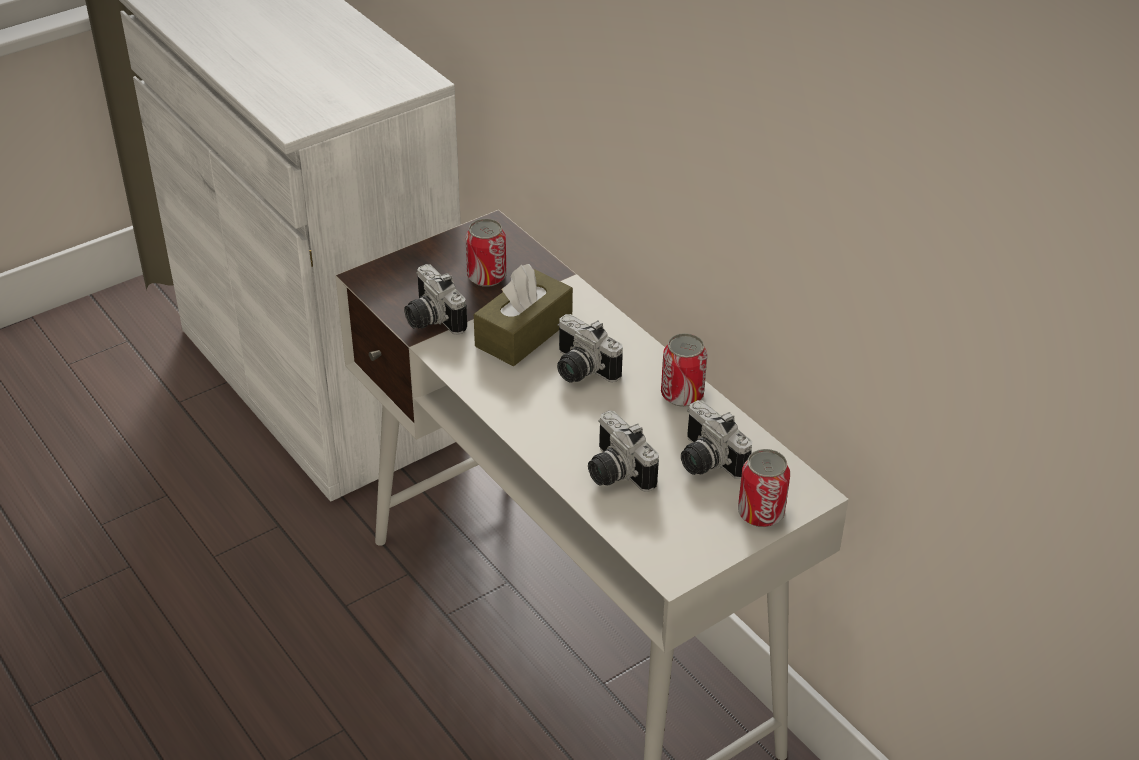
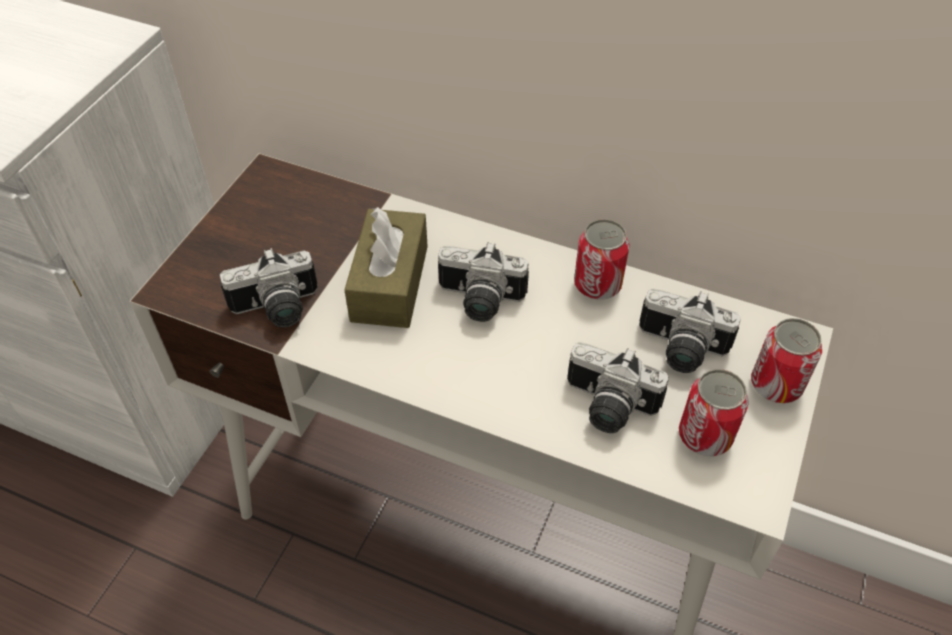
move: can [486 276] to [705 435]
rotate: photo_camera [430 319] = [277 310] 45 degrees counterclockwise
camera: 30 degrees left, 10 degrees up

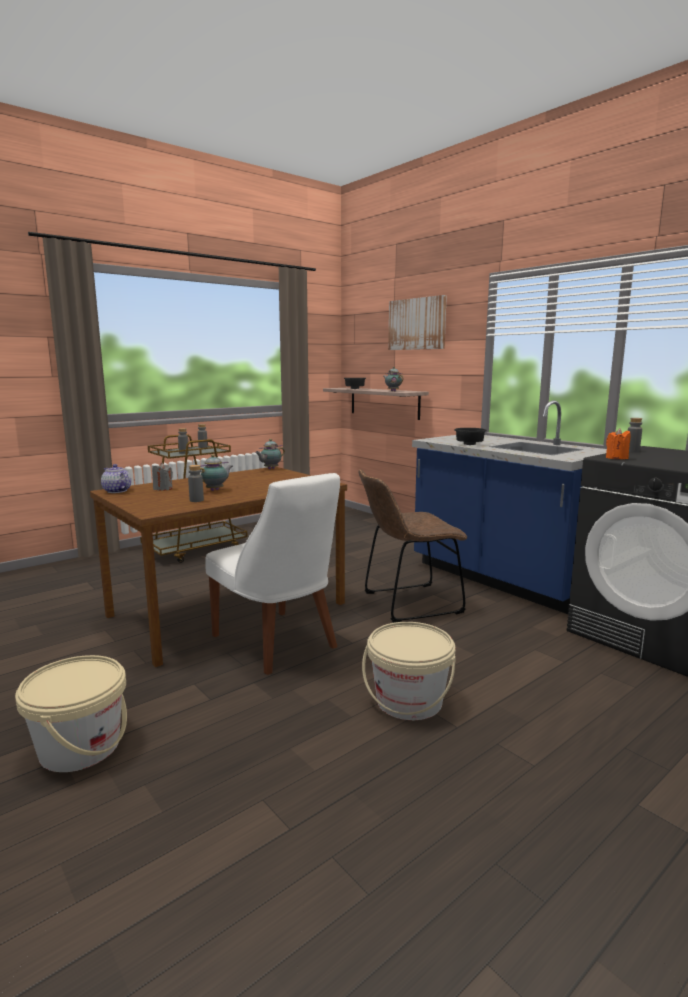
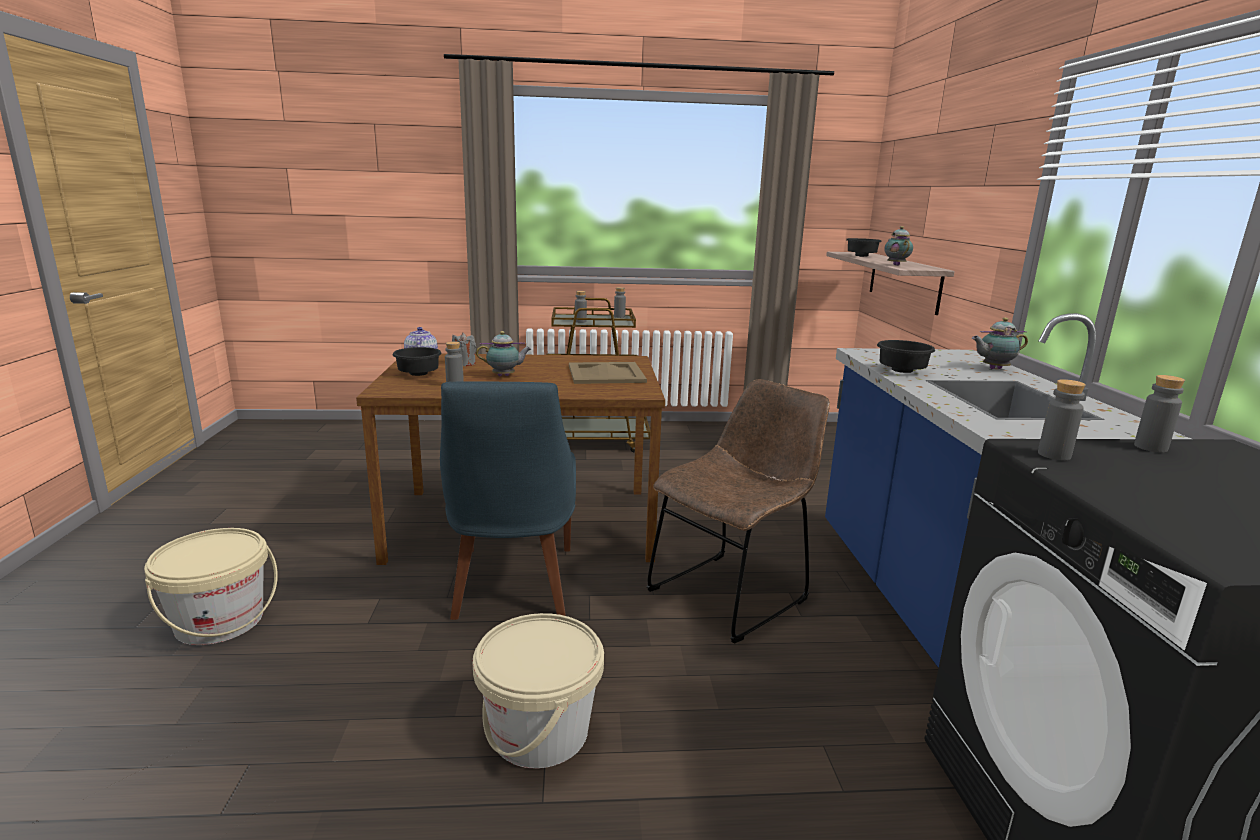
delete: picture [417 324]
insert: black_bowl [418 374]; beige_tray [606 374]
move: teapot [270 469] to [993 368]
replace: orange_candle [616 458] to grey_bottle [1054 455]
recolor: white_chair [277 643] to blue_chair [512 585]
rotate: brown_chair [407 603] = [732 592] 120 degrees clockwise
camera: 35 degrees right, 5 degrees up

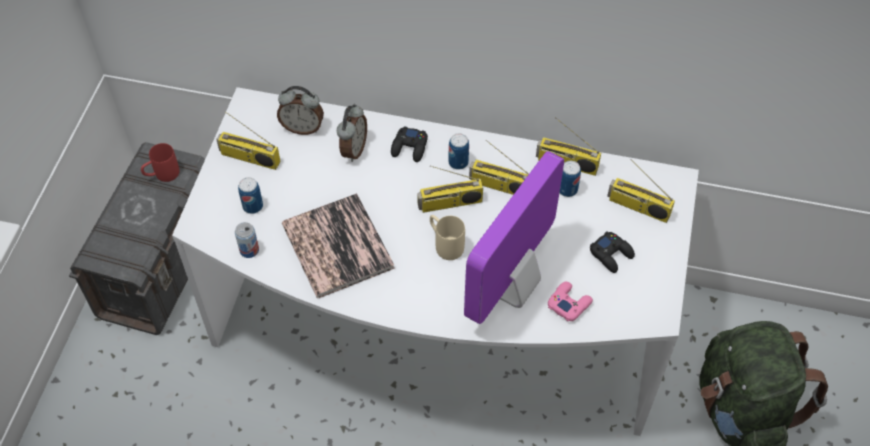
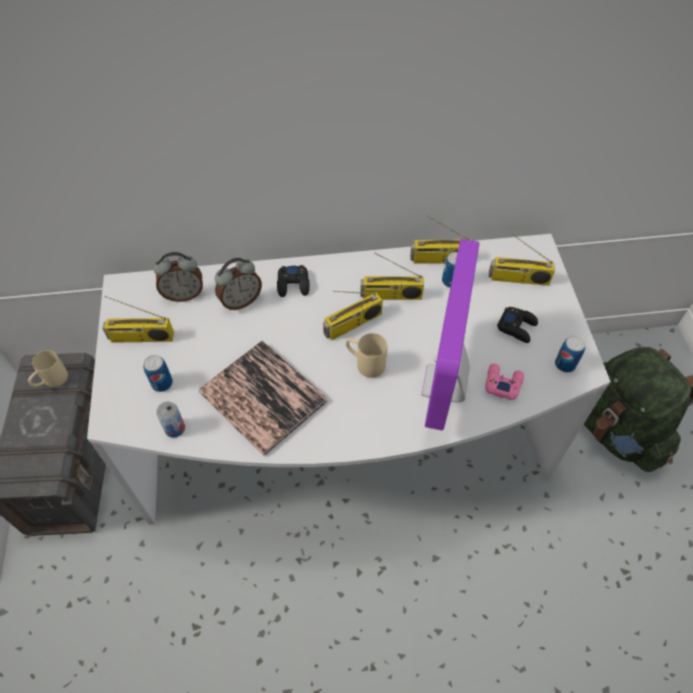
move: can [458 162] to [565 364]
recolor: red_mug [162 175] to beige_mug [51 381]
rotate: alarm_clock [353 149] = [241 301] 60 degrees clockwise
camera: 20 degrees left, 0 degrees up

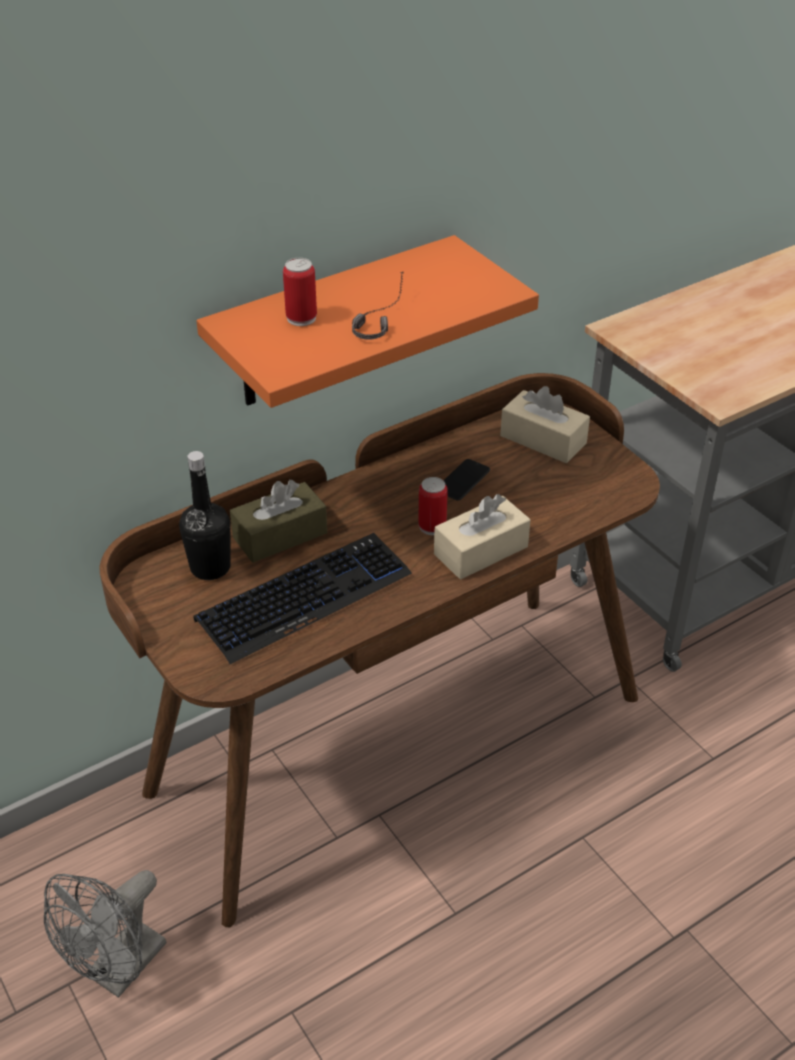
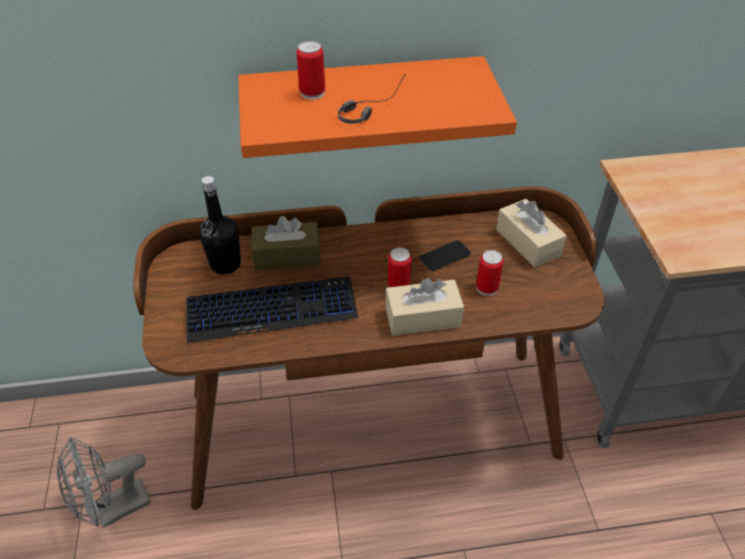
insert: can [487 288]
camera: 25 degrees right, 5 degrees up

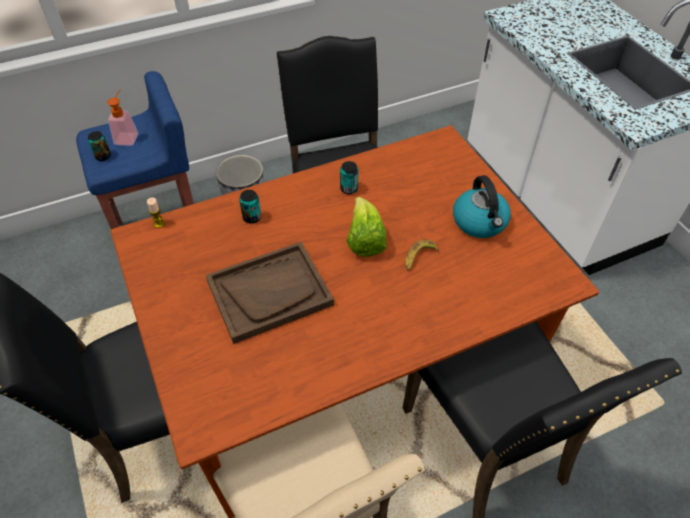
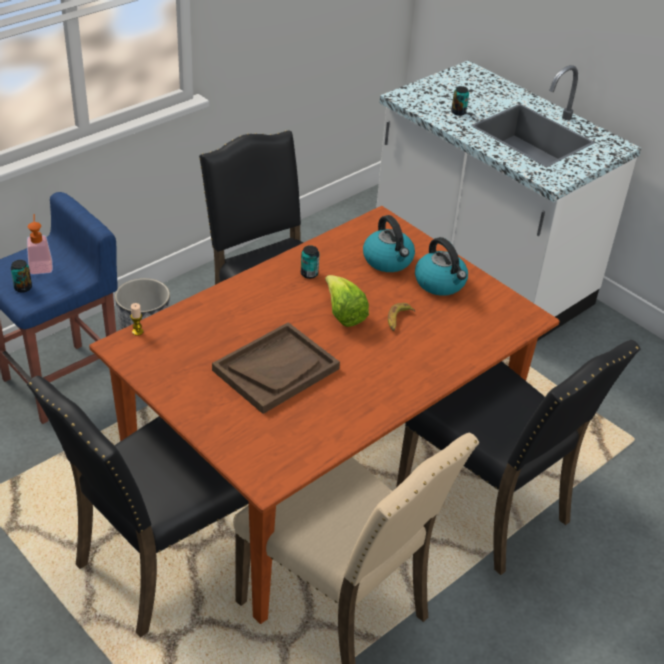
insert: kettle [388 260]
move: can [252 217] to [458 112]
camera: 20 degrees left, 10 degrees down

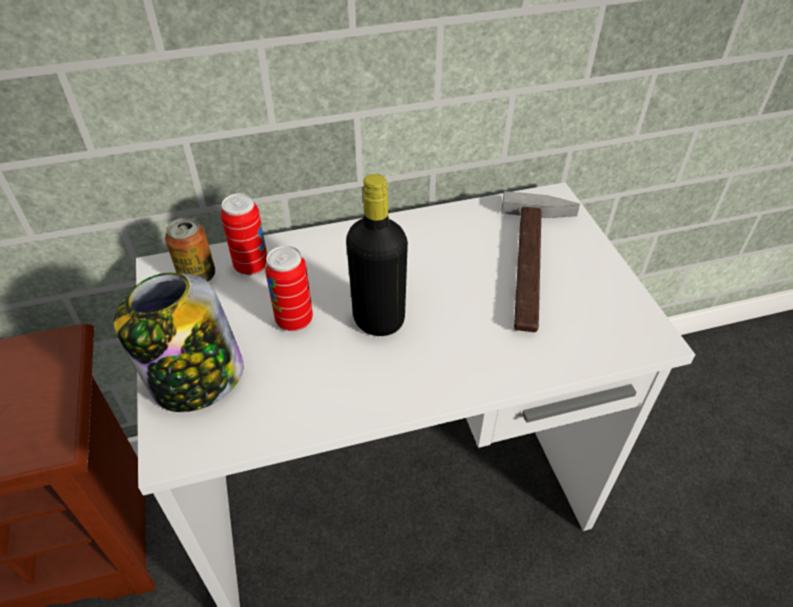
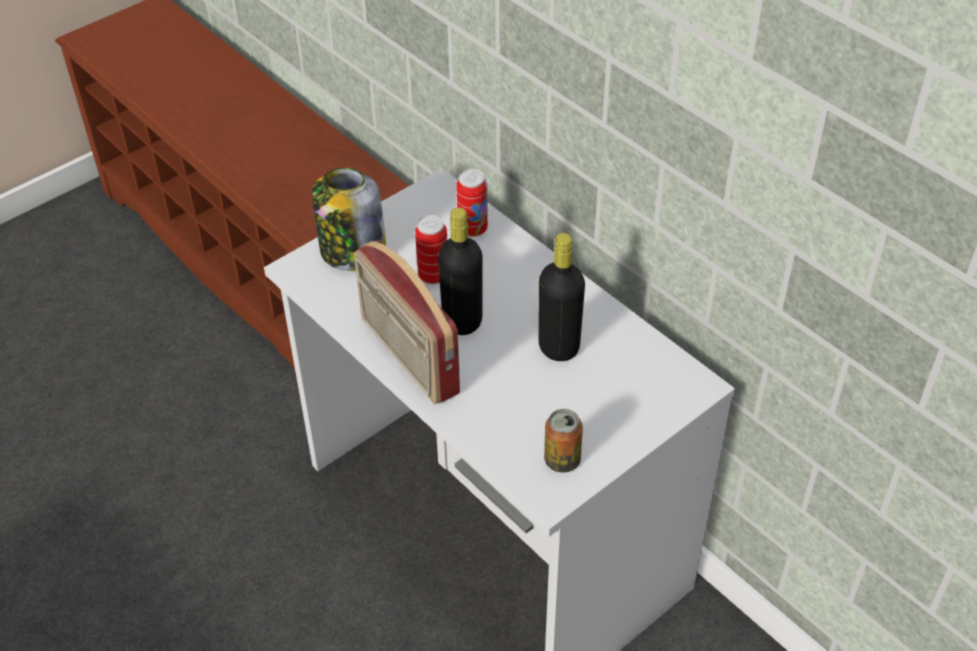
delete: hammer [537 264]
insert: radio [407 357]; black_bottle [559 347]
move: can [197 276] to [562 460]
camera: 65 degrees right, 0 degrees up

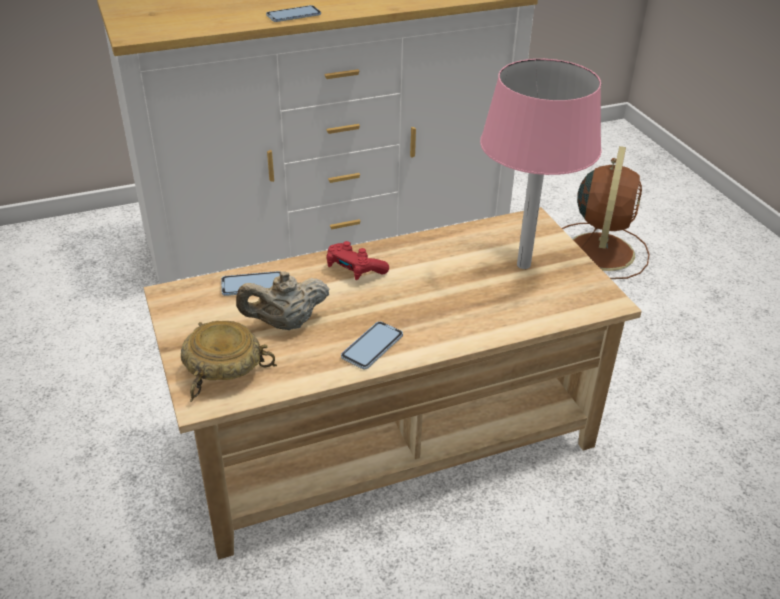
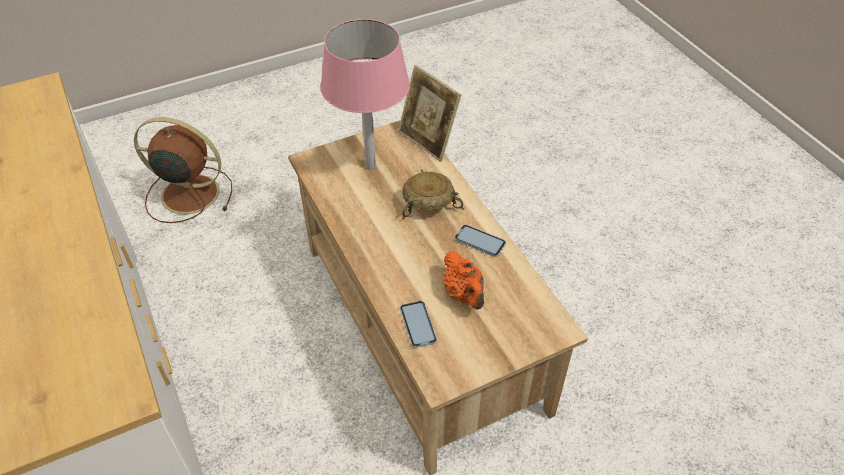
delete: phone [293 15]; red_game_controller [354 270]
insert: picture_frame [428 141]
move: beige_bowl [221 371] to [429 204]
recolor: beige_teapot [285 323] to orange_teapot [464 294]
camera: 95 degrees left, 10 degrees up

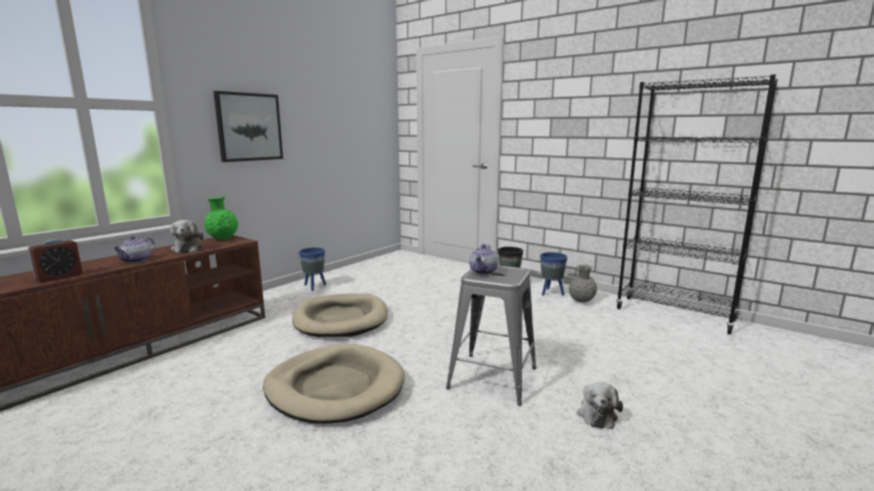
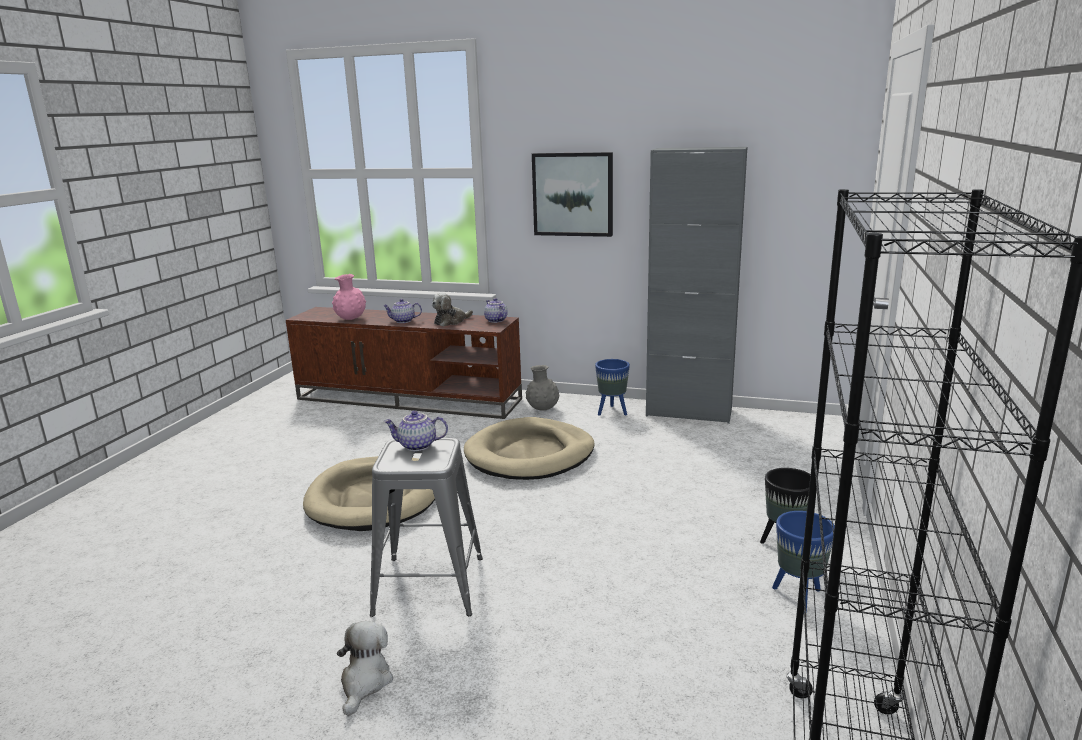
insert: grey_cabinet [689 413]
move: grey_vase [581 301] to [542 409]
replace: alarm_clock [59 277] to pink_vase [351 319]; green_vase [222 239] to teapot [495 320]
rotate: plush_toy [597 414] = [365 682] 105 degrees clockwise
camera: 70 degrees right, 5 degrees up

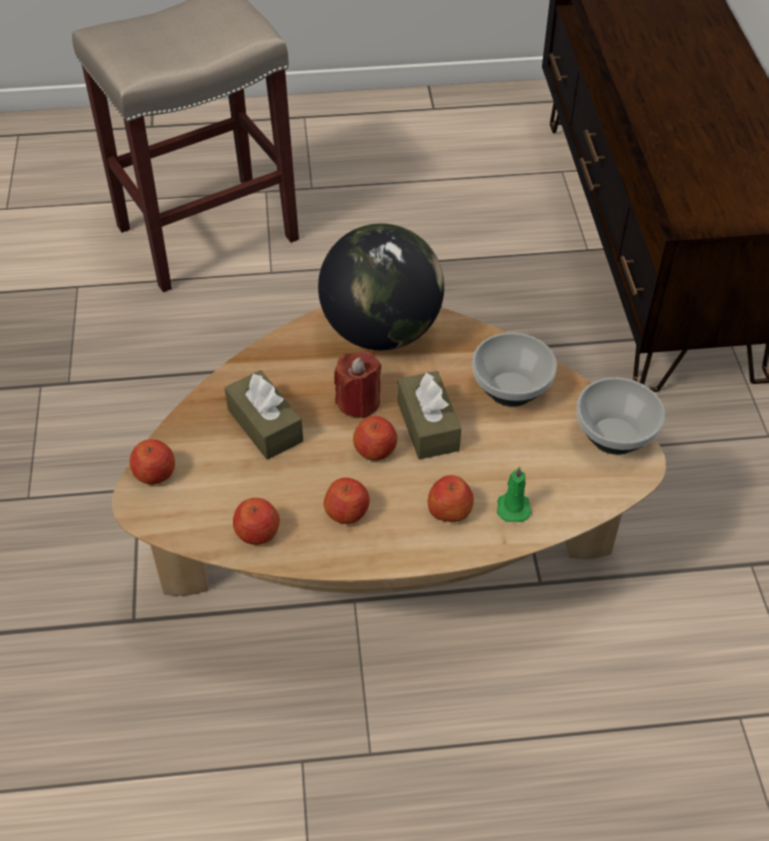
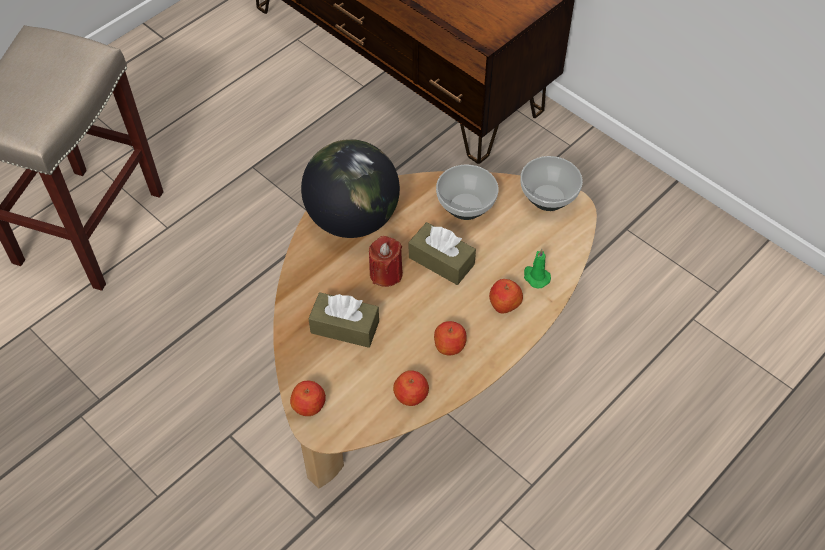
delete: apple [375 450]
camera: 40 degrees left, 5 degrees up

